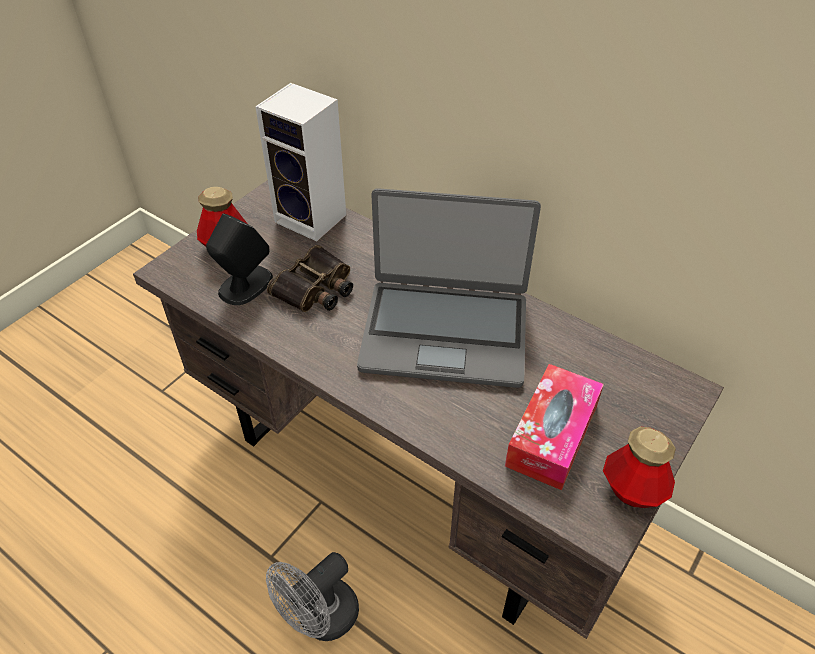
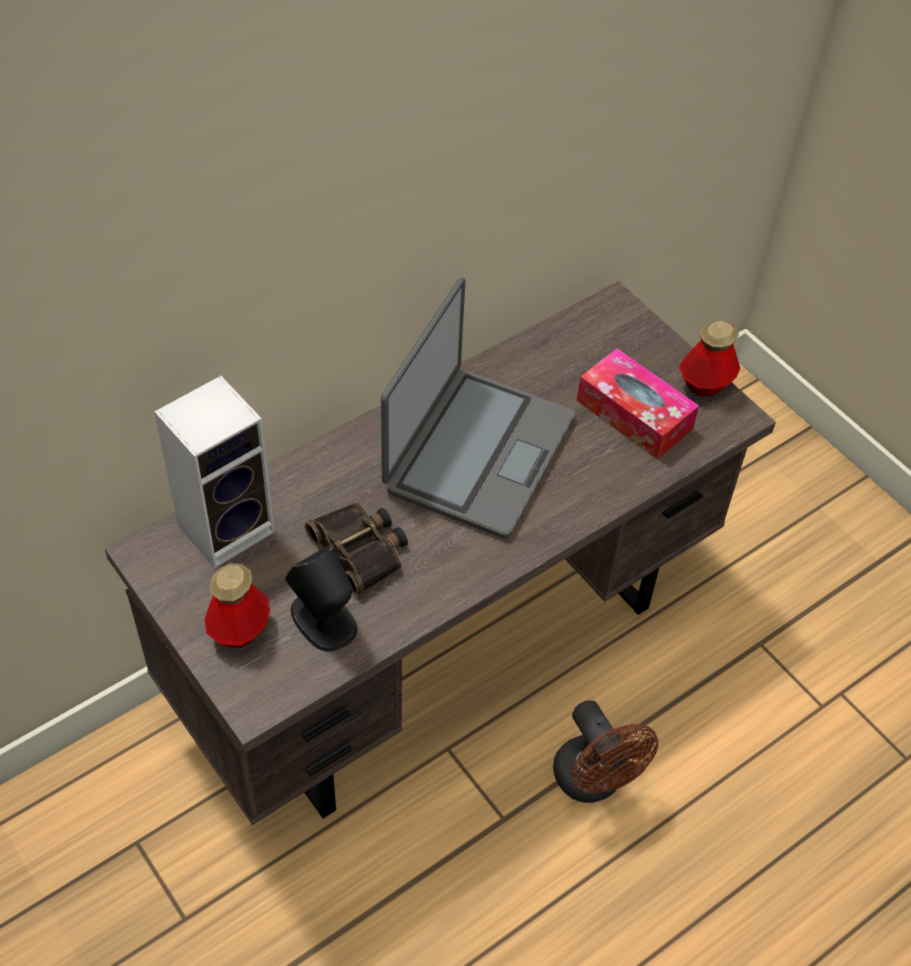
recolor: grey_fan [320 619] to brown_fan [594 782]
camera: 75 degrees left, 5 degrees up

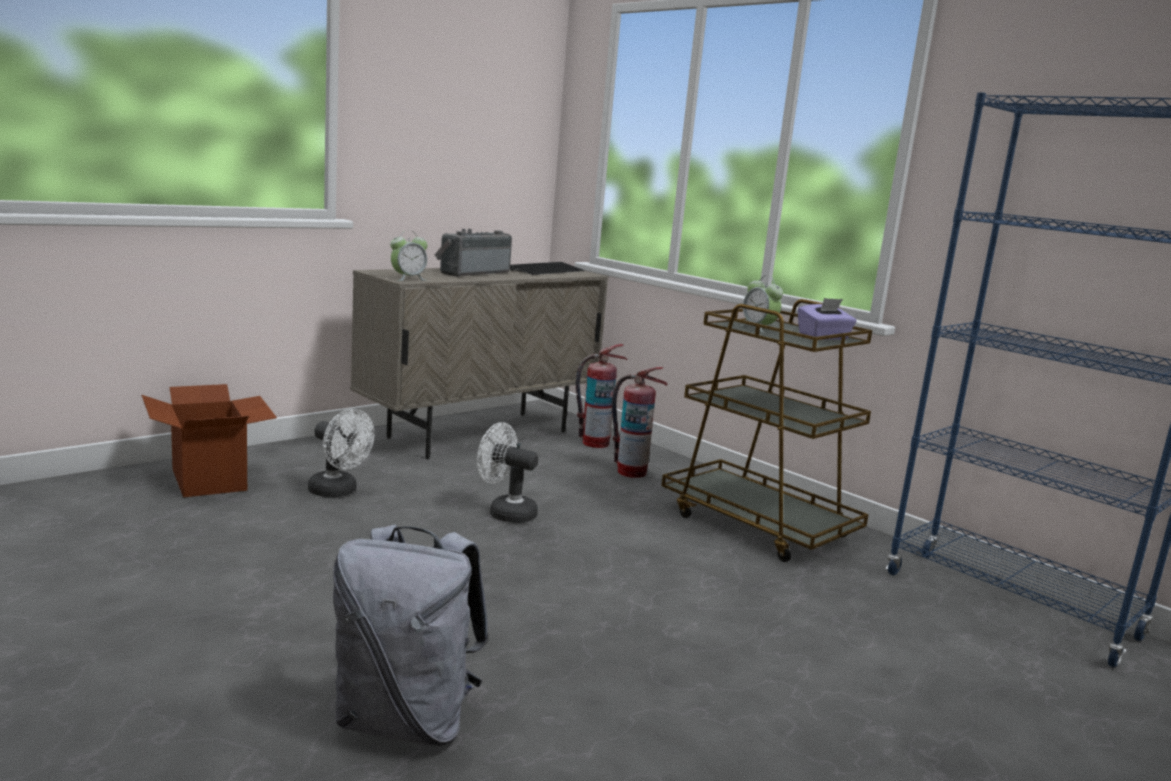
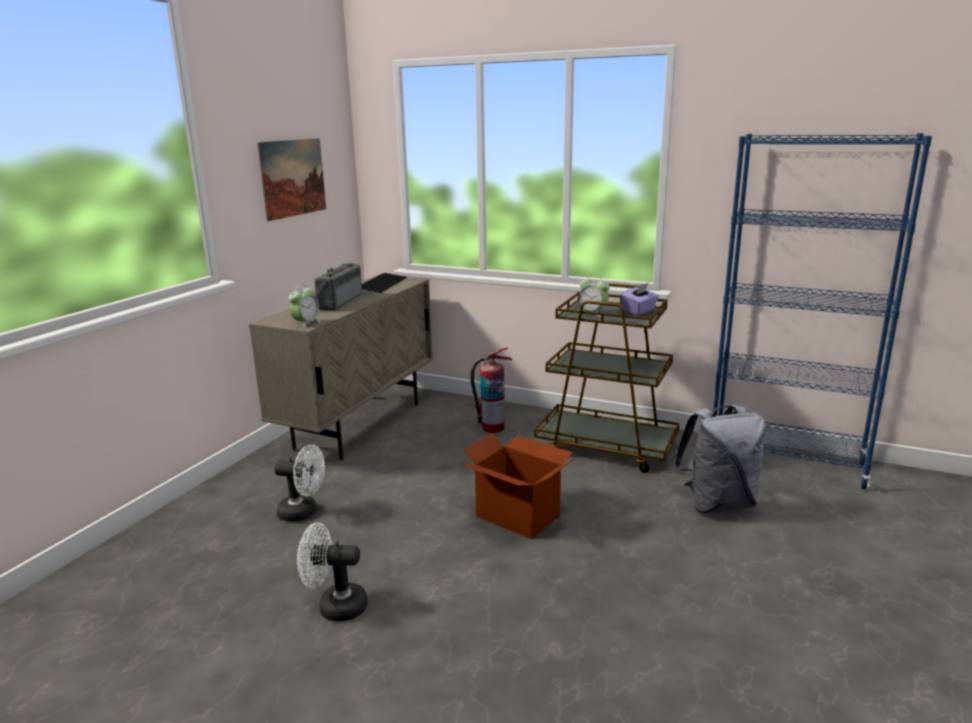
delete: fire_extinguisher [594 443]
insert: picture [293 178]
move: white_fan [505 512] to [335 606]; cardboard_box [210 479] to [518 516]; grey_backpack [406 721] to [717 504]
camera: 20 degrees left, 5 degrees up

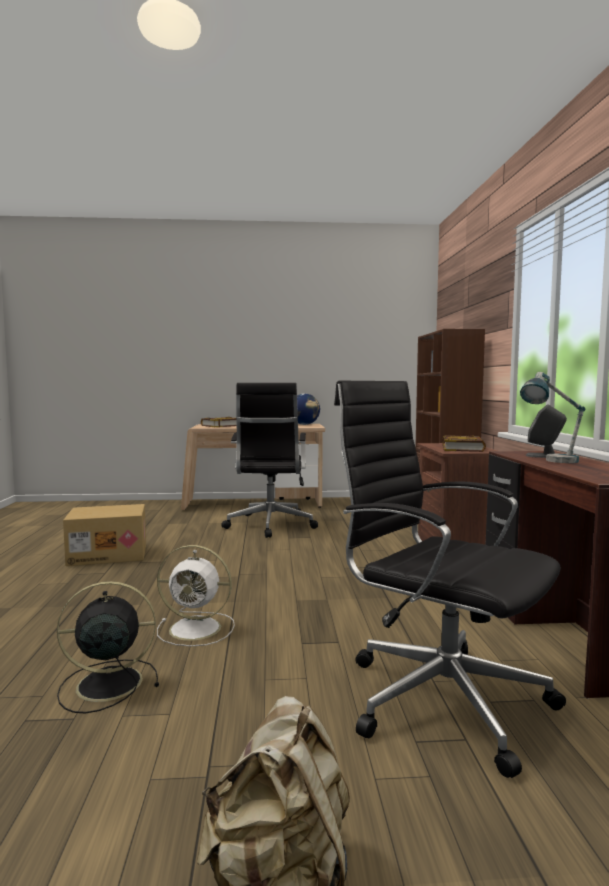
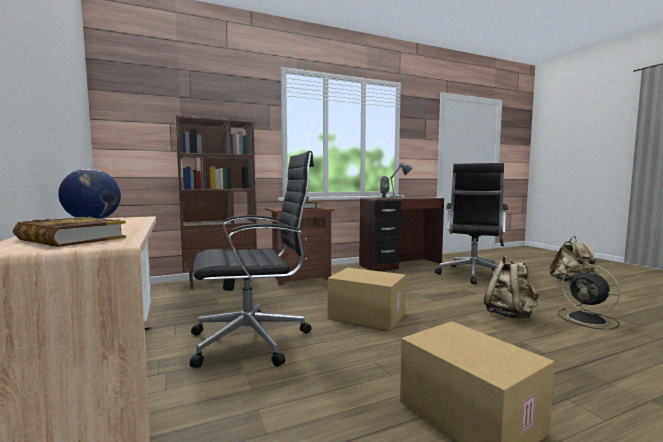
insert: cardboard_box [366 316]
replace: white_fan [197 629] to beige_backpack [509 315]
camera: 110 degrees left, 0 degrees up

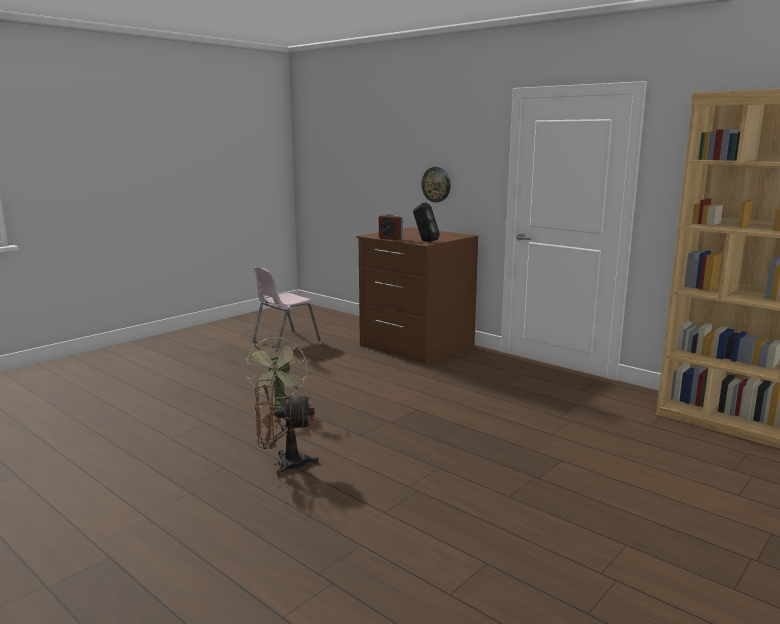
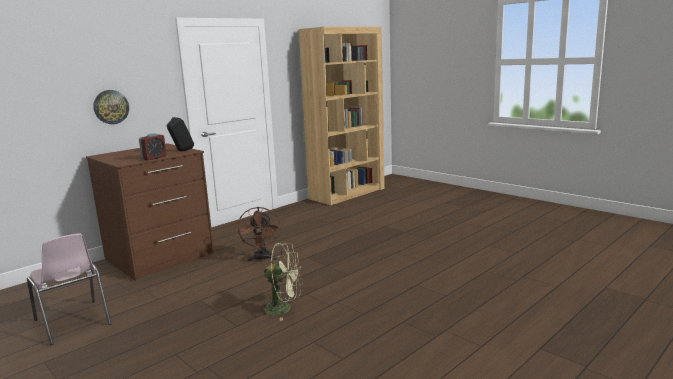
move: brown_fan [283 464] to [262 259]
camera: 85 degrees left, 0 degrees up

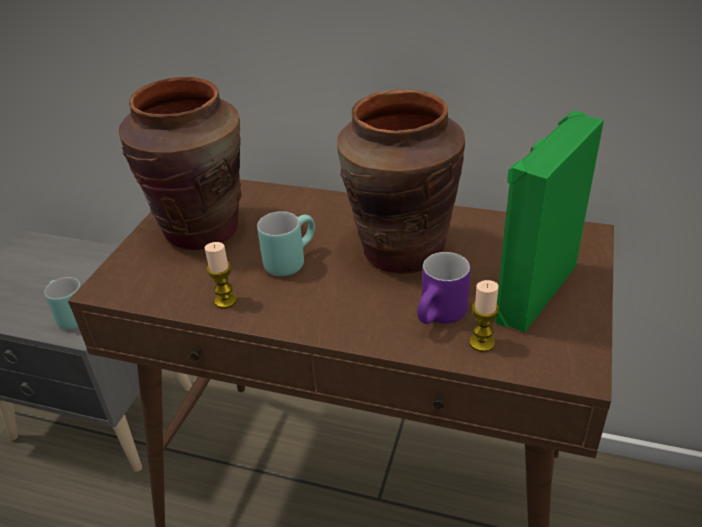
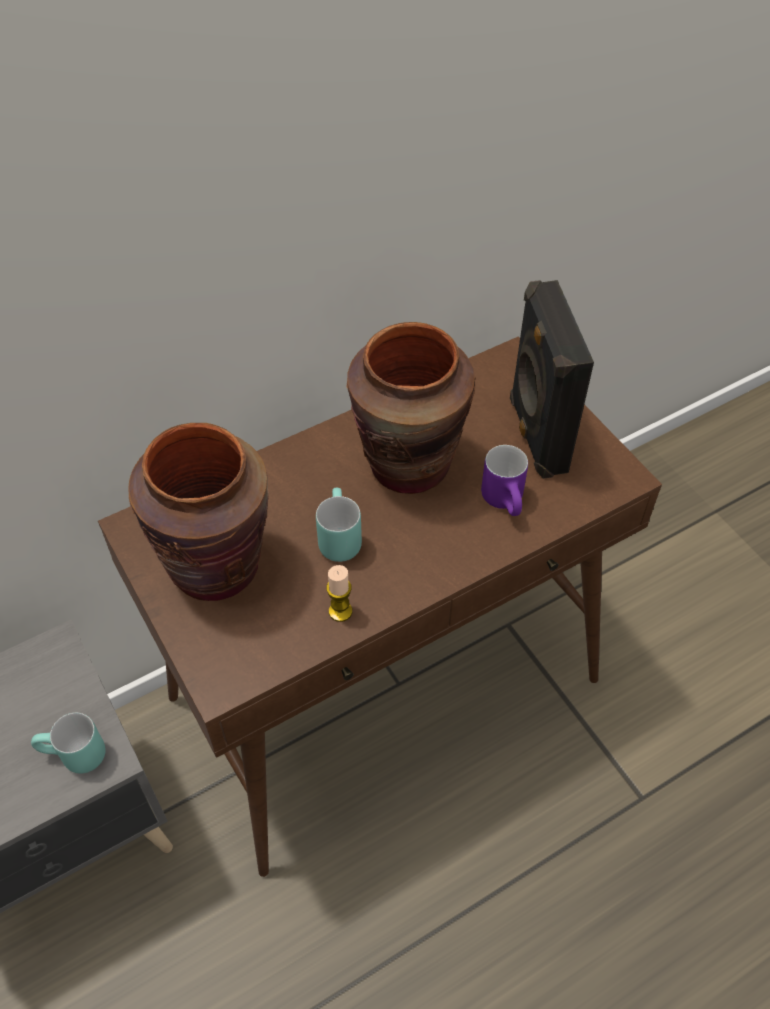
delete: candle [482 343]
recolor: green_speaker [532 292] to black_speaker [535 435]
camera: 50 degrees left, 15 degrees up

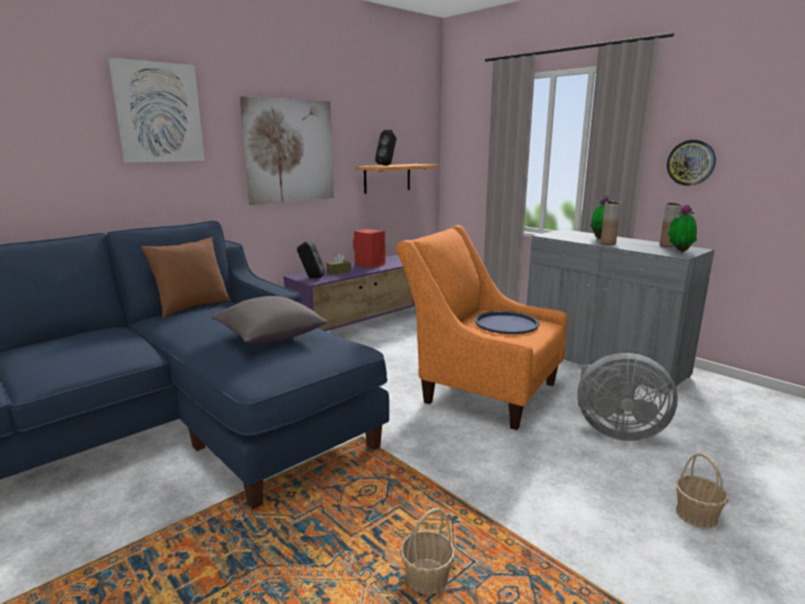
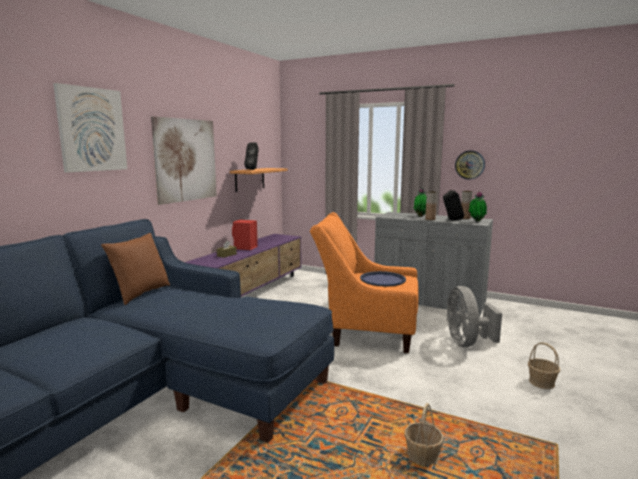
delete: grey_pillow [270 337]
move: black_speaker [311 277] to [451 220]
rotate: grey_fan [615 431] = [467 343] 90 degrees clockwise
camera: 20 degrees left, 5 degrees down

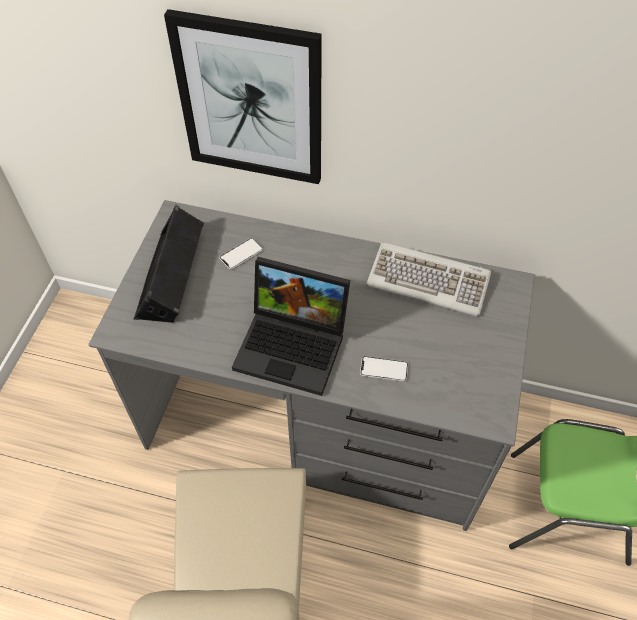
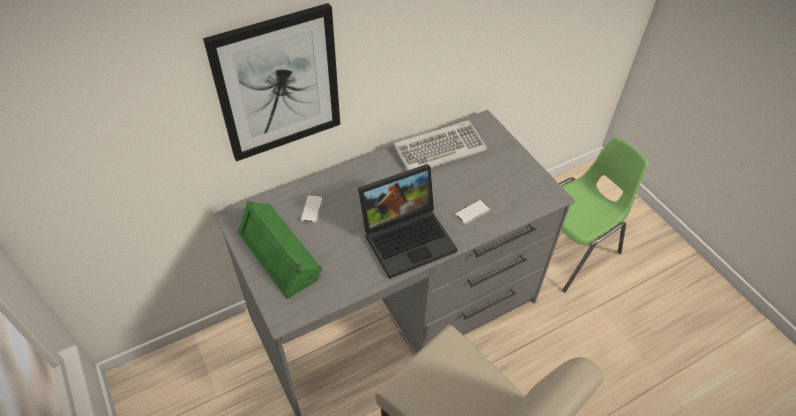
recolor: black_speaker [173 275] to green_speaker [280 253]
camera: 45 degrees left, 5 degrees down

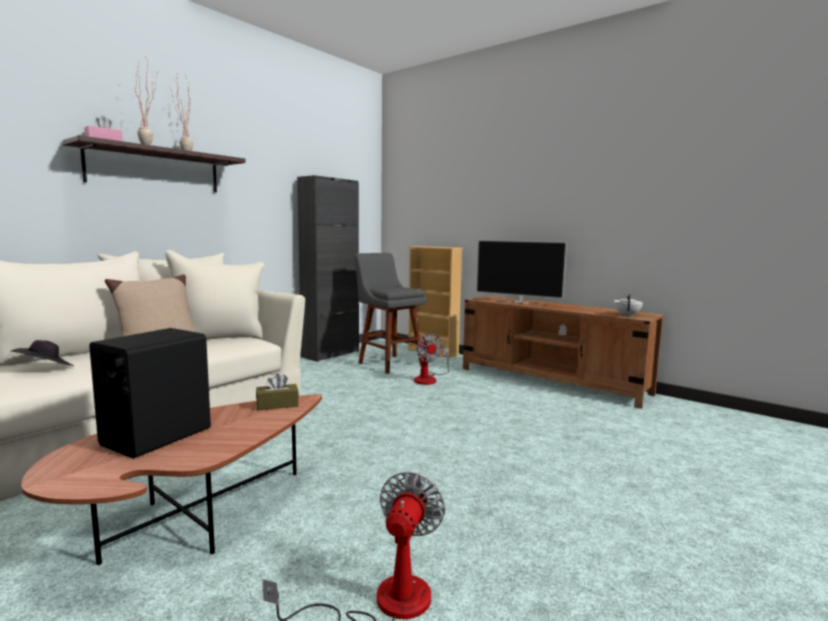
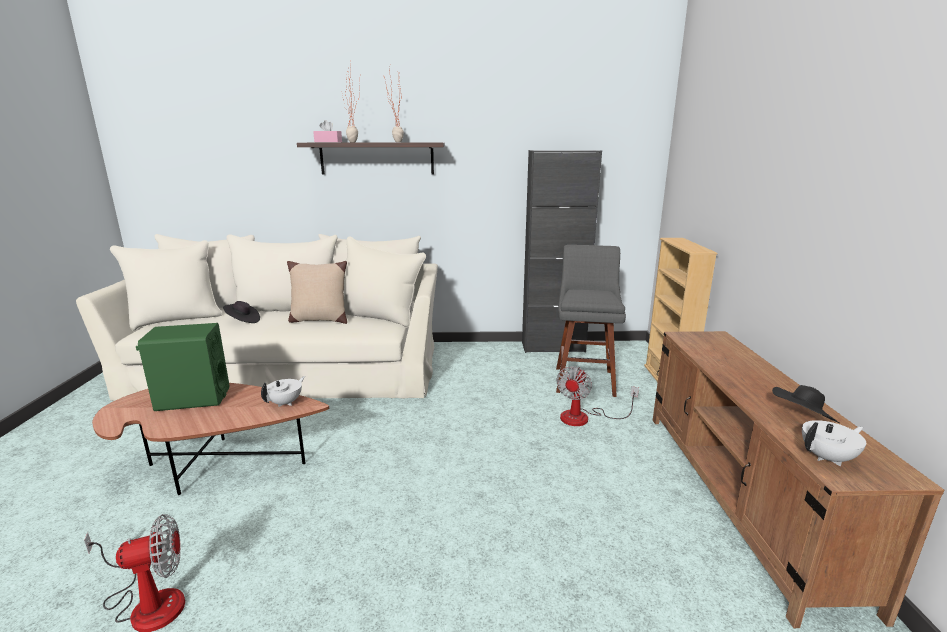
delete: television [518 302]
insert: black_hat [801 419]
replace: brown_tissue_box [277 405] to white_teapot [286 403]
recolor: black_speaker [156 437] to green_speaker [193 399]
camera: 50 degrees right, 10 degrees up

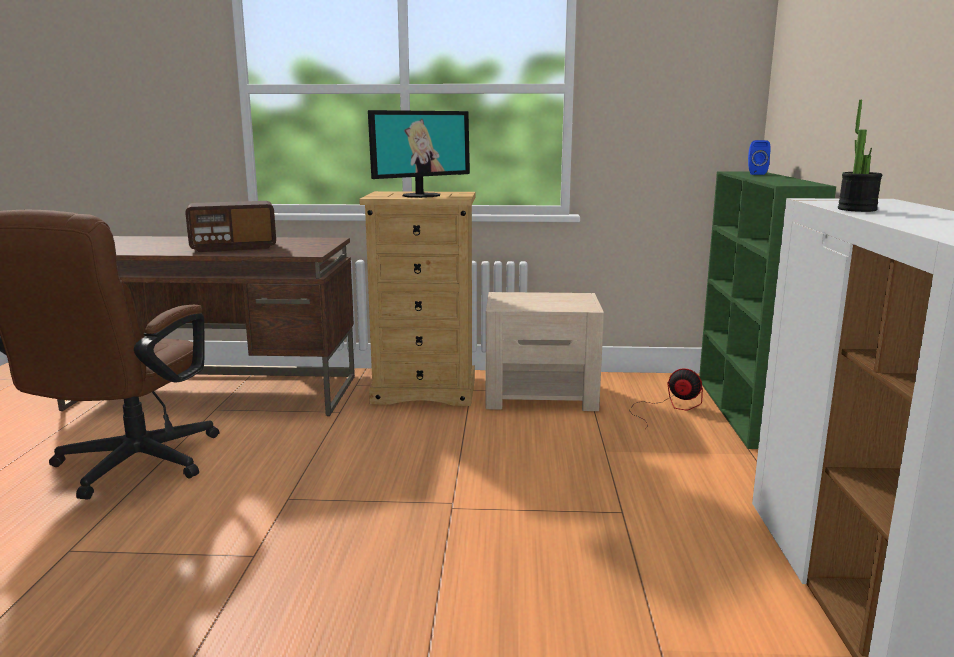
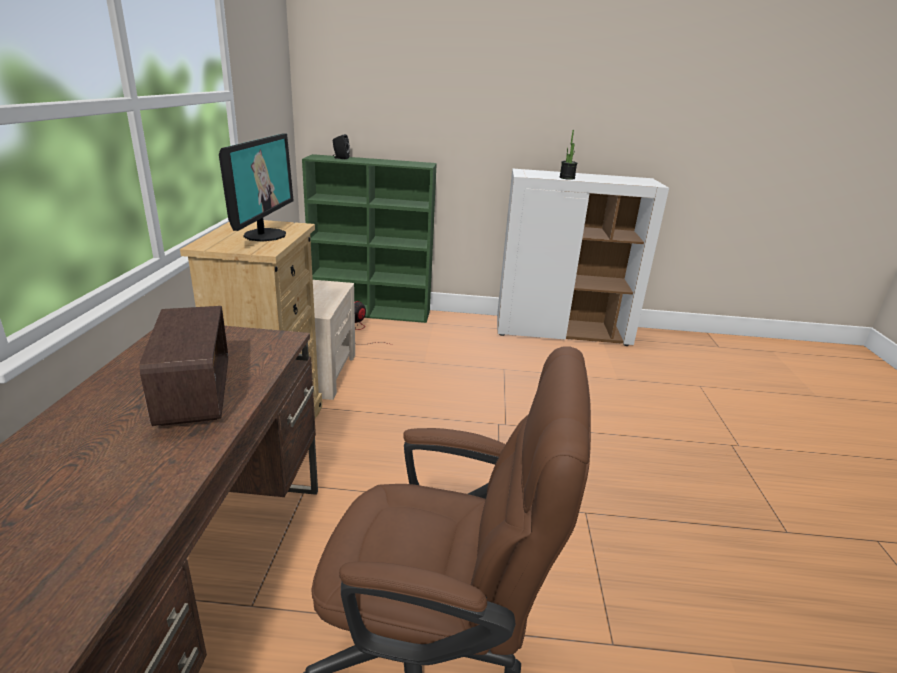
recolor: blue_speaker [756 174] to black_speaker [340 158]
rotate: monitor [421 195] = [264 235] 45 degrees clockwise
camera: 90 degrees left, 10 degrees up

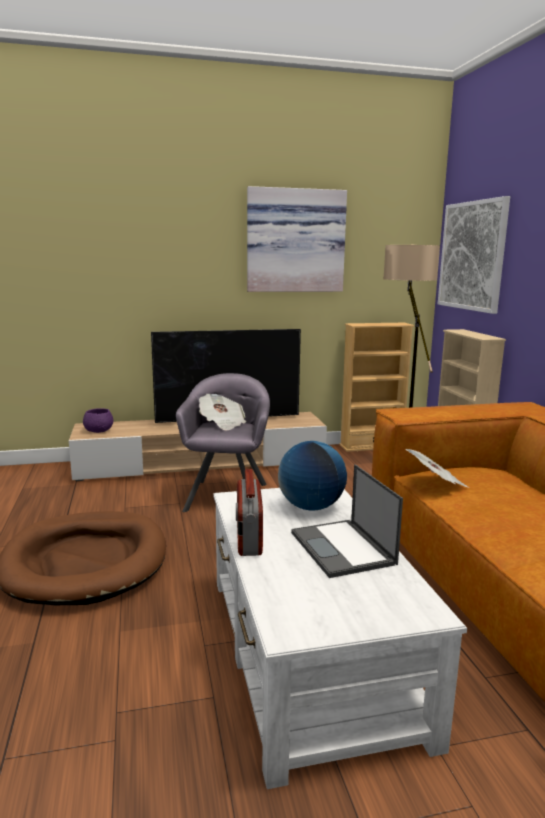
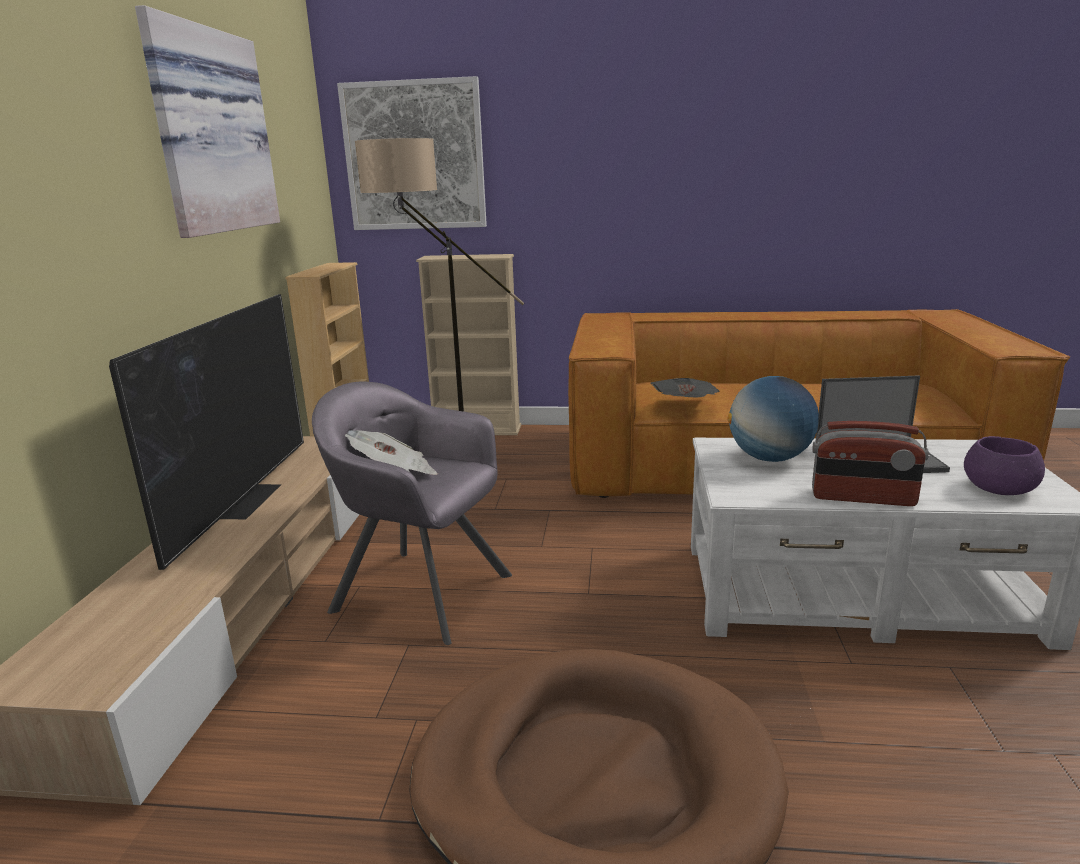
move: purple_bowl [98 430] to [1000 488]
camera: 70 degrees left, 5 degrees up

